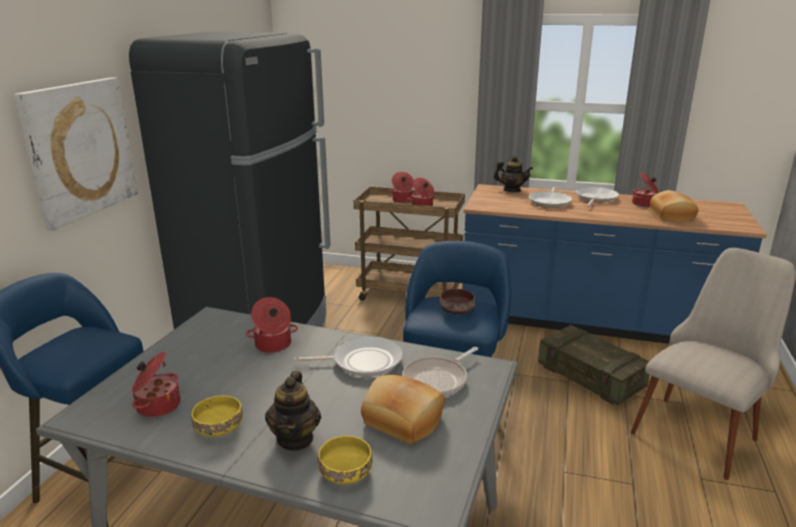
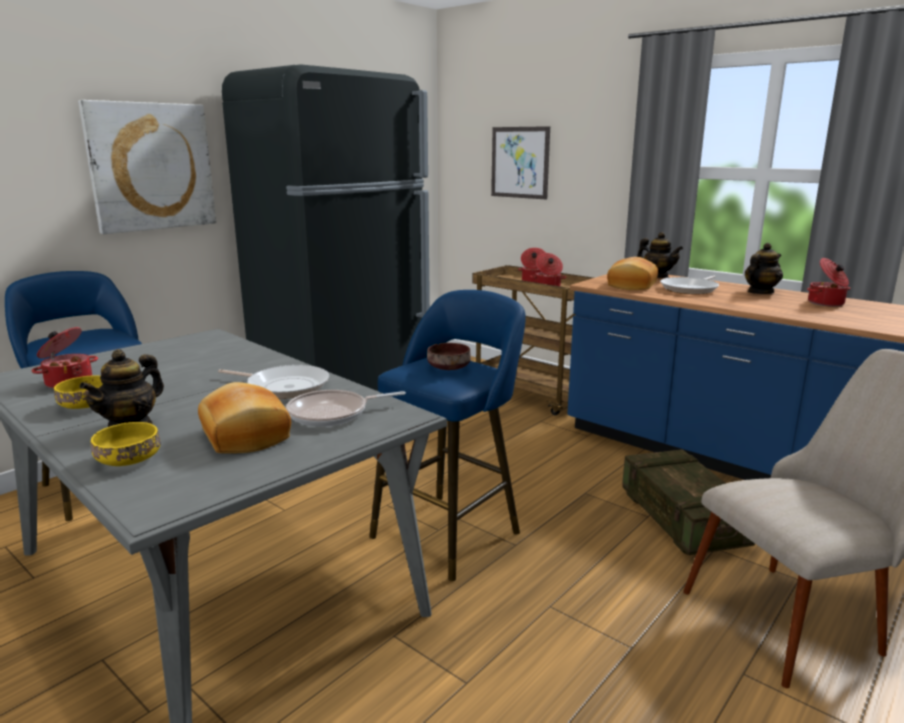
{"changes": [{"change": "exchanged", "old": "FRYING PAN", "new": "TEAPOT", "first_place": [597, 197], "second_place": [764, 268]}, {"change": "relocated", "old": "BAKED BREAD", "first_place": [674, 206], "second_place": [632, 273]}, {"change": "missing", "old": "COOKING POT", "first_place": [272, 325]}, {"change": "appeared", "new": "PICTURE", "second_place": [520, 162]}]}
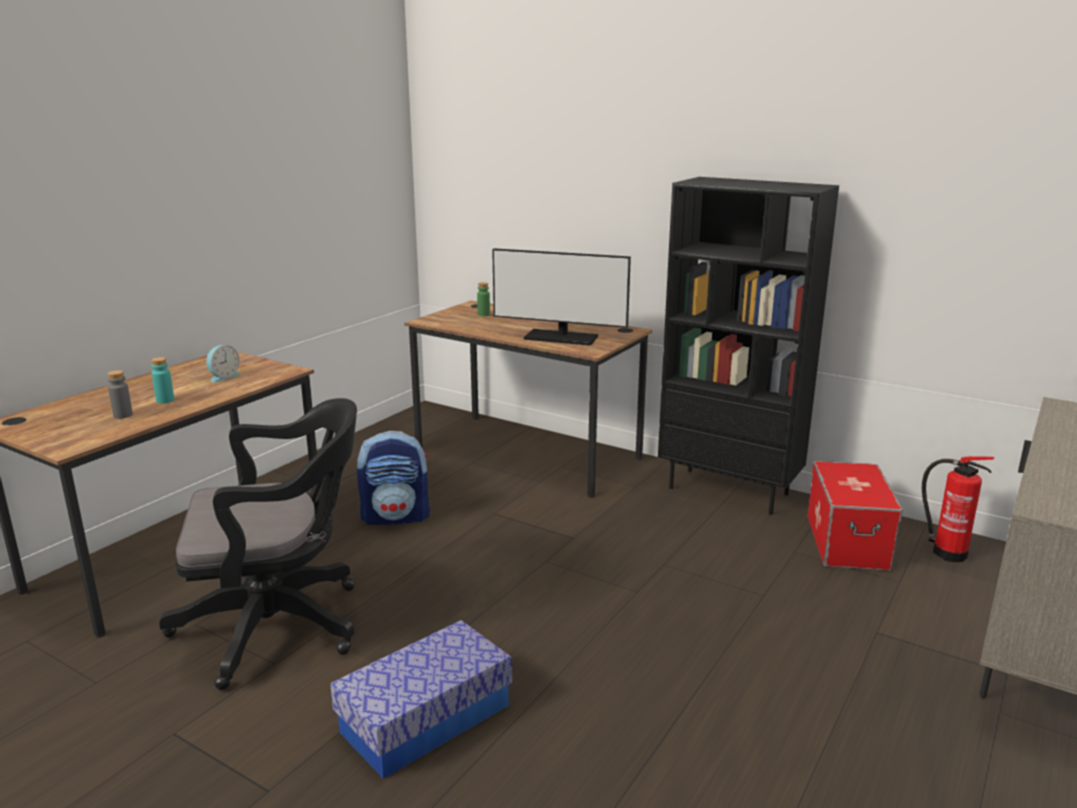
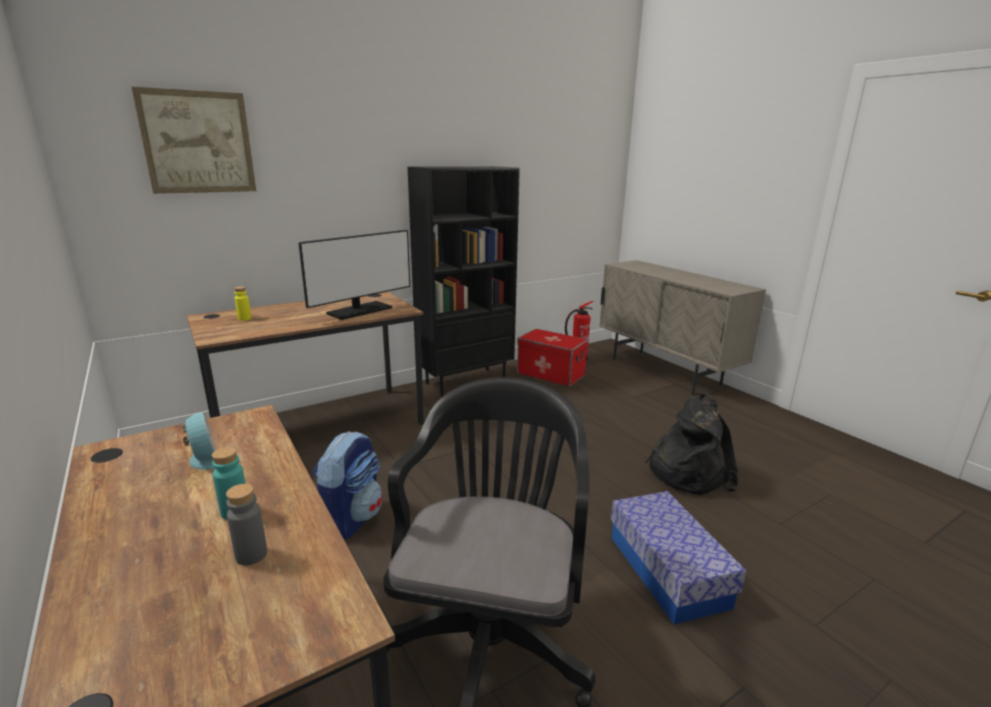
{"changes": [{"change": "colour", "old": "GREEN-COLOURED BEVERAGE BOTTLE", "new": "YELLOW BEVERAGE BOTTLE", "first_place": [483, 299], "second_place": [242, 303]}, {"change": "appeared", "new": "PICTURE", "second_place": [194, 140]}, {"change": "appeared", "new": "BLACK-COLOURED KNAPSACK", "second_place": [691, 444]}]}
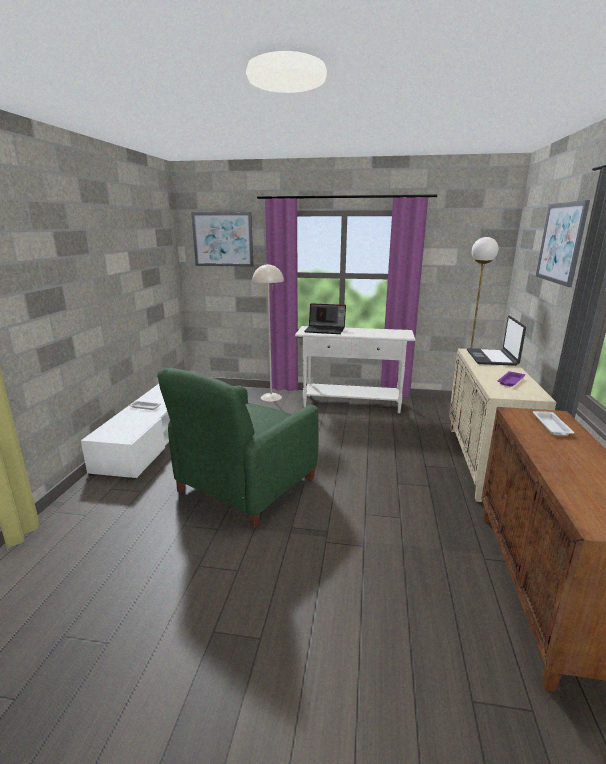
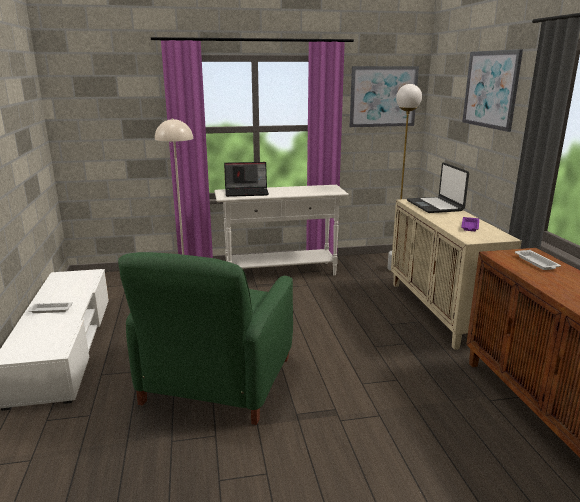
{"changes": [{"change": "relocated", "old": "PICTURE", "first_place": [222, 239], "second_place": [384, 96]}]}
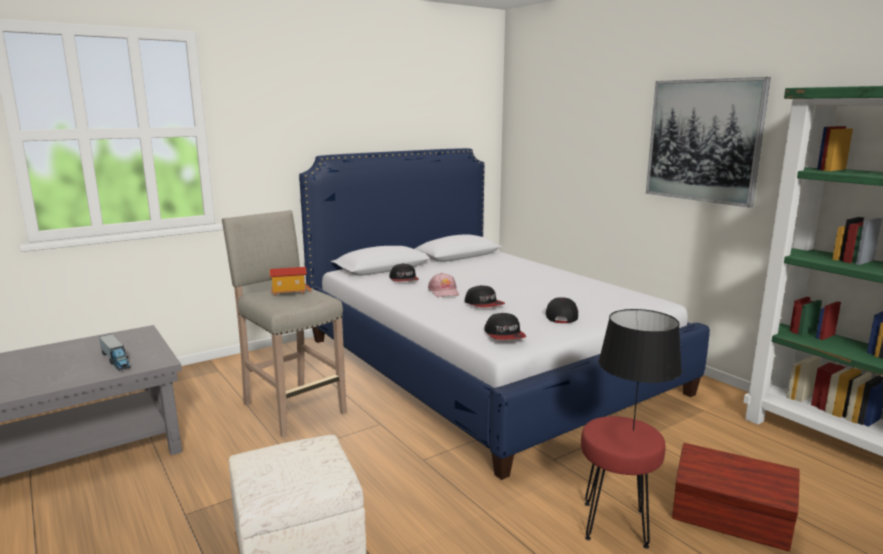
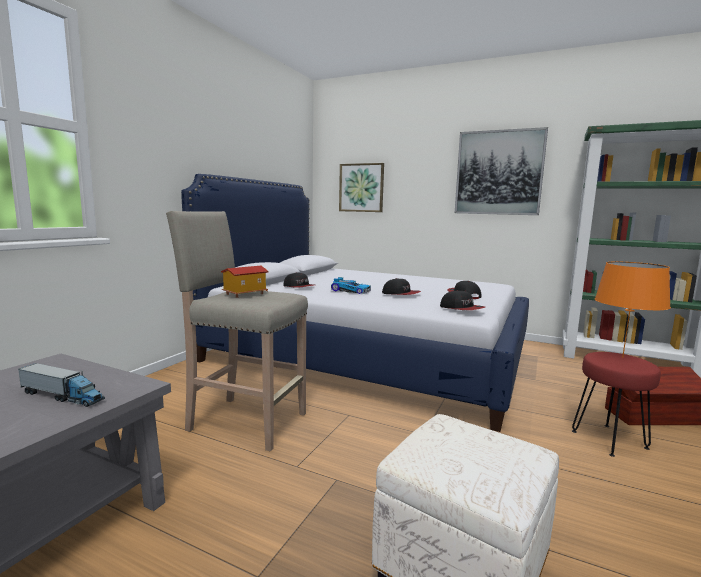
{"changes": [{"change": "exchanged", "old": "PINK-COLOURED BASEBALL CAP", "new": "MINIATURE CAR", "first_place": [443, 285], "second_place": [351, 285]}, {"change": "colour", "old": "BLACK-COLOURED TABLETOP LAMP", "new": "ORANGEY TABLETOP LAMP", "first_place": [640, 370], "second_place": [633, 309]}, {"change": "appeared", "new": "PICTURE", "second_place": [361, 187]}]}
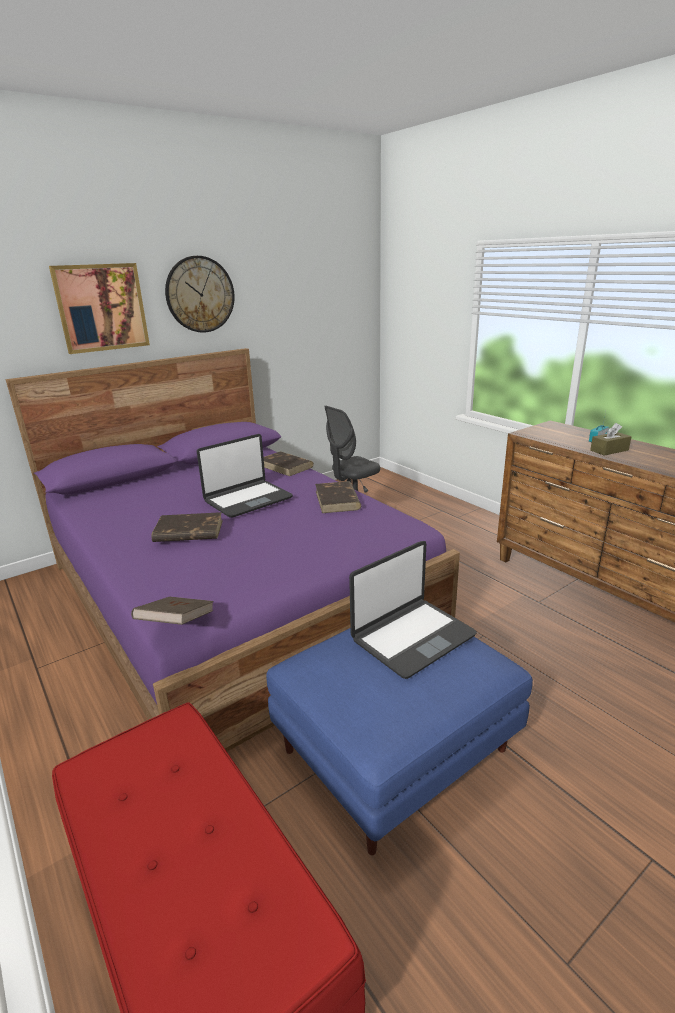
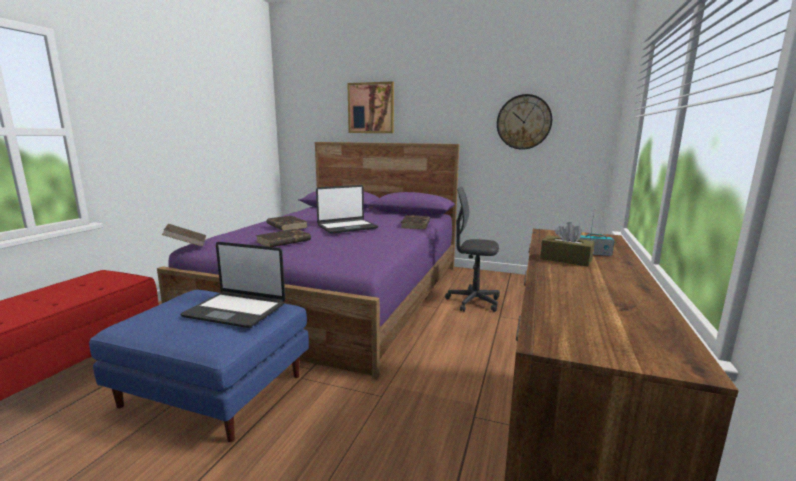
{"changes": [{"change": "relocated", "old": "CLOCK ON THE WALL", "first_place": [199, 294], "second_place": [524, 122]}, {"change": "spun", "old": "NOTEBOOK COMPUTER", "first_place": [245, 476], "second_place": [347, 209], "degrees": -45}, {"change": "relocated", "old": "BROWN-COLOURED BOUND BOOK", "first_place": [338, 497], "second_place": [283, 238]}]}
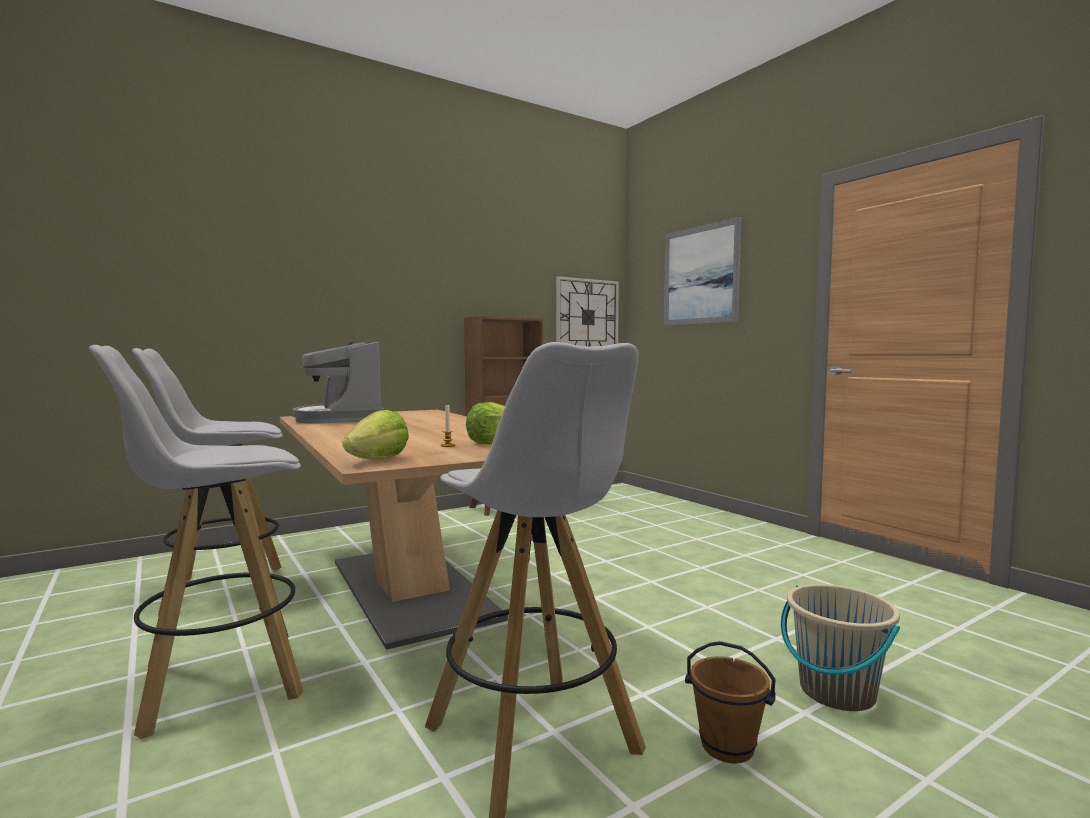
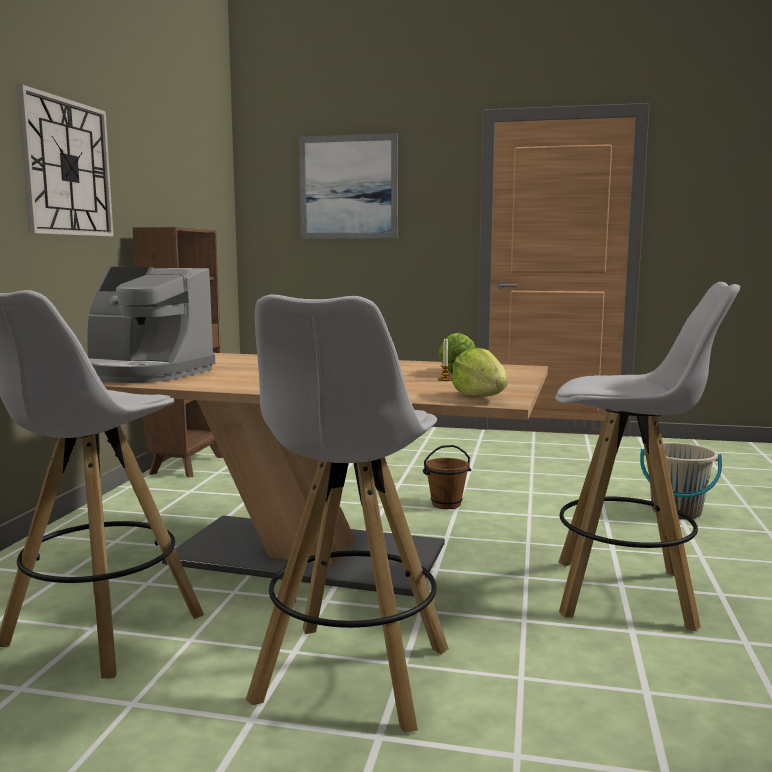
{"changes": [{"change": "relocated", "old": "CLOCK ON THE WALL", "first_place": [587, 311], "second_place": [65, 160]}, {"change": "relocated", "old": "BROWN-COLOURED WATER BUCKET", "first_place": [730, 702], "second_place": [447, 477]}]}
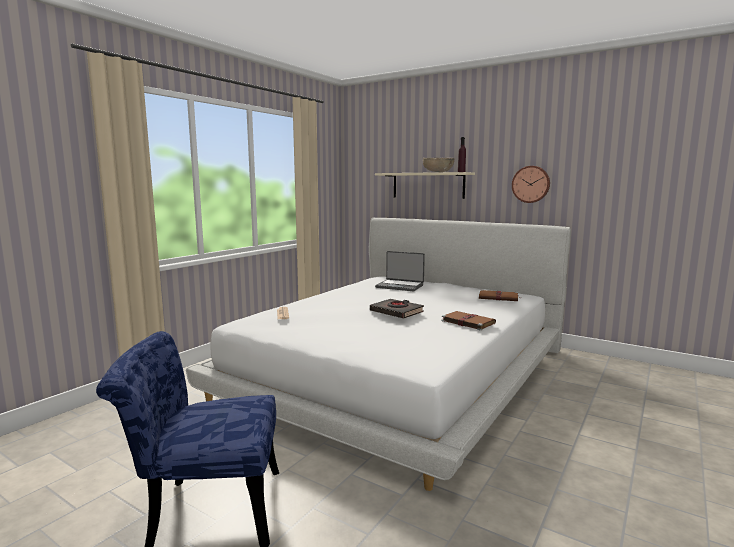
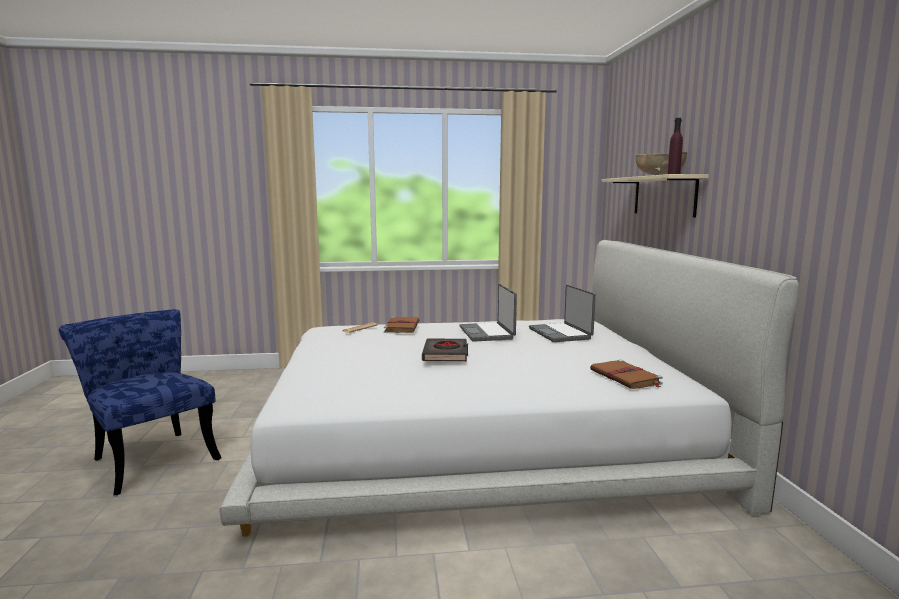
{"changes": [{"change": "missing", "old": "CLOCK ON THE WALL", "first_place": [531, 184]}, {"change": "relocated", "old": "BROWN-COLOURED BOUND BOOK", "first_place": [469, 320], "second_place": [401, 325]}, {"change": "appeared", "new": "NOTEBOOK COMPUTER", "second_place": [488, 313]}]}
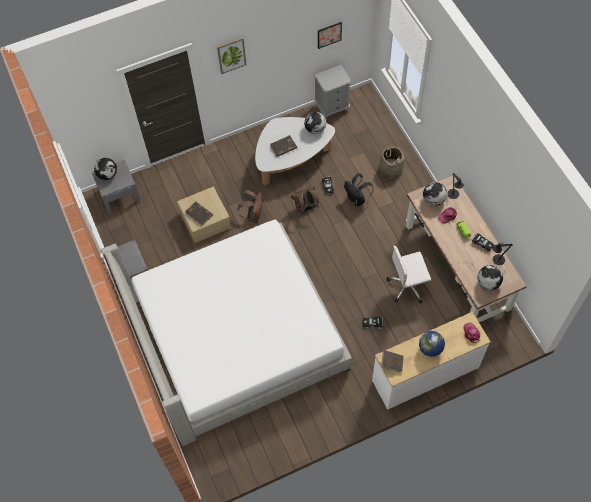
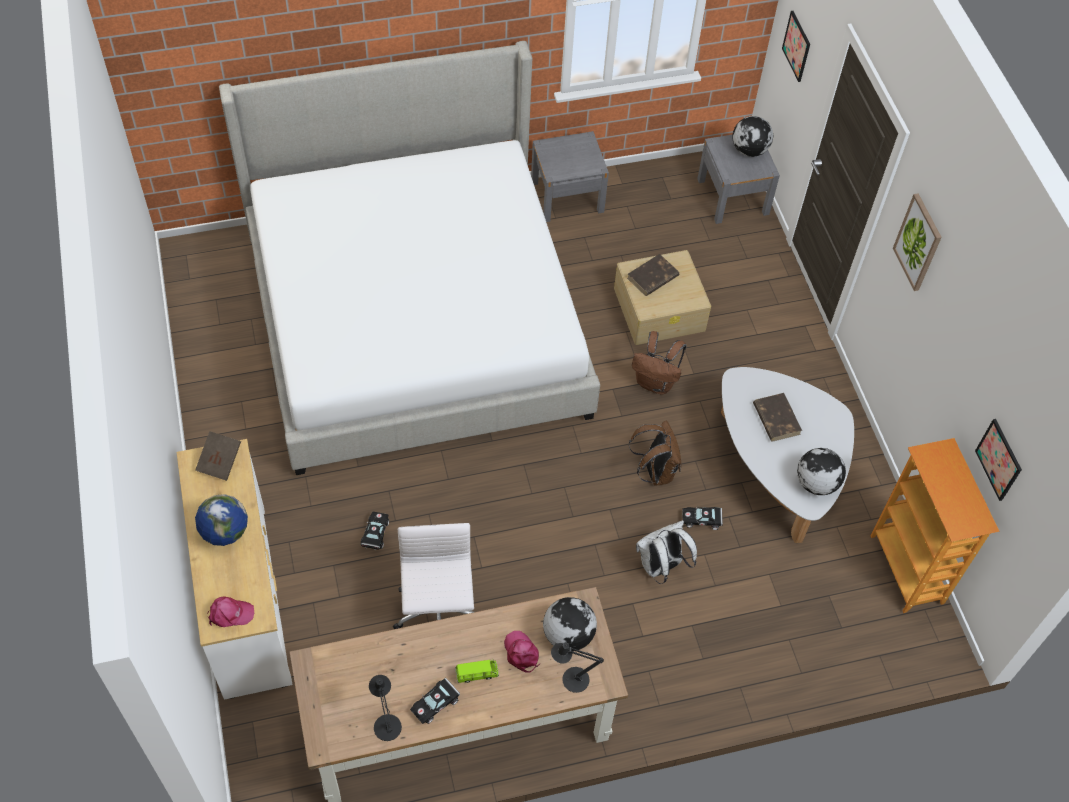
{"changes": [{"change": "exchanged", "old": "GREYISH BEDSIDE TABLE", "new": "BOOKSHELF", "first_place": [332, 92], "second_place": [935, 525]}, {"change": "missing", "old": "HOUSEHOLD BASKET", "first_place": [392, 161]}, {"change": "colour", "old": "BLACK-COLOURED KNAPSACK", "new": "WHITE KNAPSACK", "first_place": [359, 189], "second_place": [666, 552]}, {"change": "missing", "old": "DESK GLOBE", "first_place": [490, 277]}, {"change": "appeared", "new": "PICTURE", "second_place": [796, 46]}]}
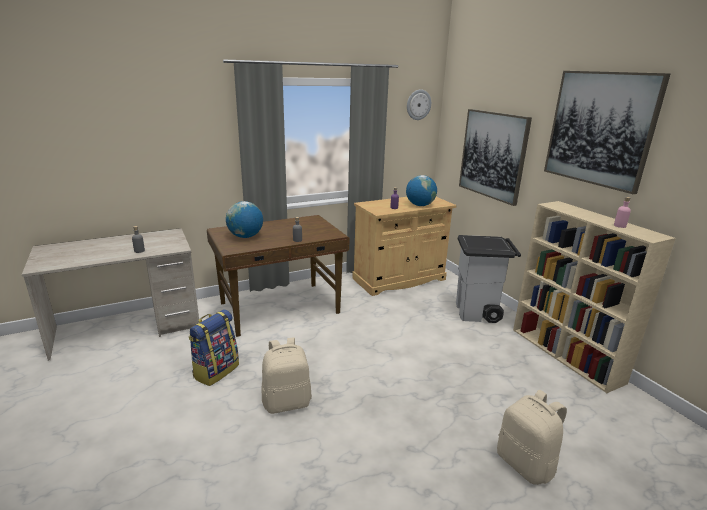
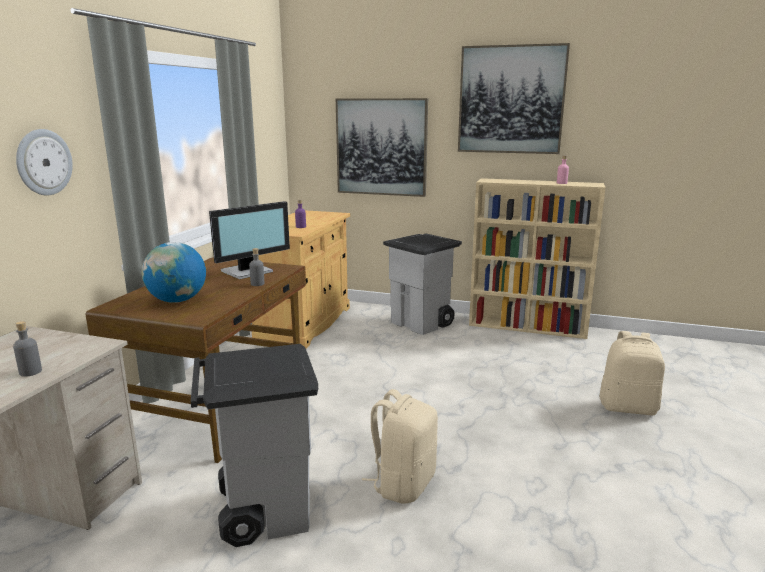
{"changes": [{"change": "relocated", "old": "CLOCK ON THE WALL", "first_place": [419, 104], "second_place": [44, 162]}, {"change": "missing", "old": "DESK GLOBE", "first_place": [421, 190]}, {"change": "exchanged", "old": "KNAPSACK", "new": "GREYISH WASTE BIN", "first_place": [214, 348], "second_place": [254, 445]}, {"change": "appeared", "new": "COMPUTER SCREEN", "second_place": [249, 240]}]}
